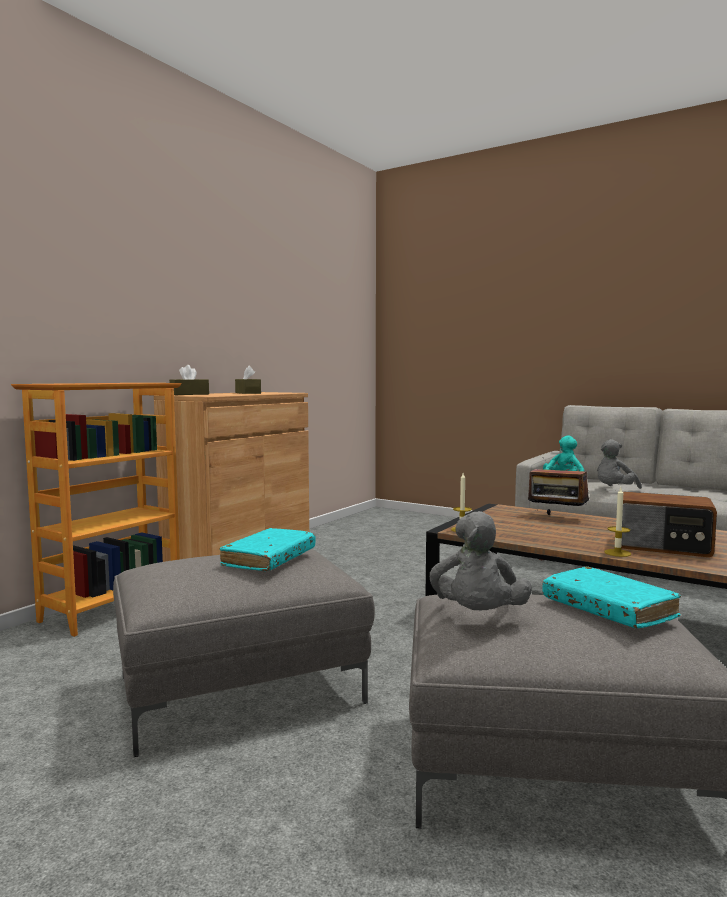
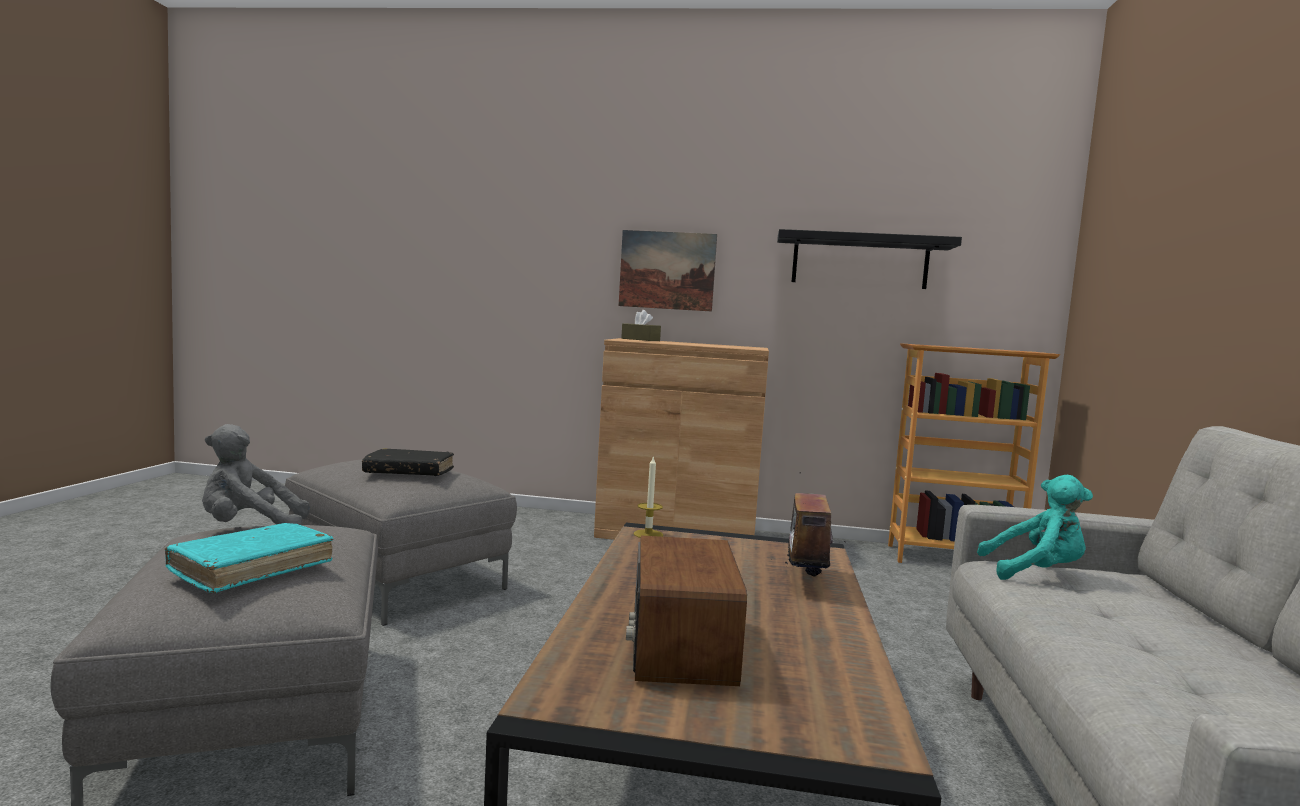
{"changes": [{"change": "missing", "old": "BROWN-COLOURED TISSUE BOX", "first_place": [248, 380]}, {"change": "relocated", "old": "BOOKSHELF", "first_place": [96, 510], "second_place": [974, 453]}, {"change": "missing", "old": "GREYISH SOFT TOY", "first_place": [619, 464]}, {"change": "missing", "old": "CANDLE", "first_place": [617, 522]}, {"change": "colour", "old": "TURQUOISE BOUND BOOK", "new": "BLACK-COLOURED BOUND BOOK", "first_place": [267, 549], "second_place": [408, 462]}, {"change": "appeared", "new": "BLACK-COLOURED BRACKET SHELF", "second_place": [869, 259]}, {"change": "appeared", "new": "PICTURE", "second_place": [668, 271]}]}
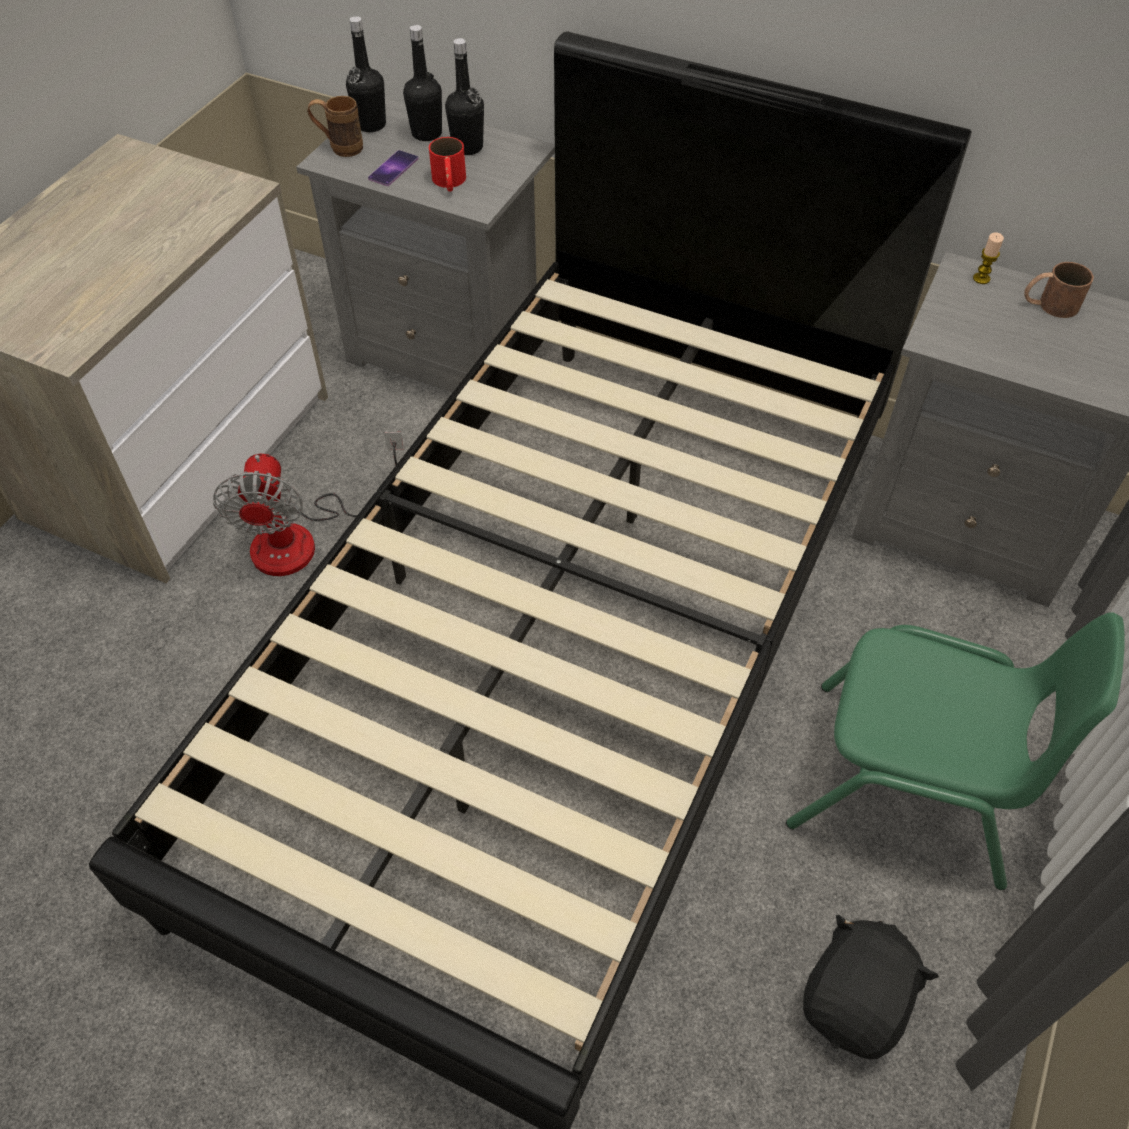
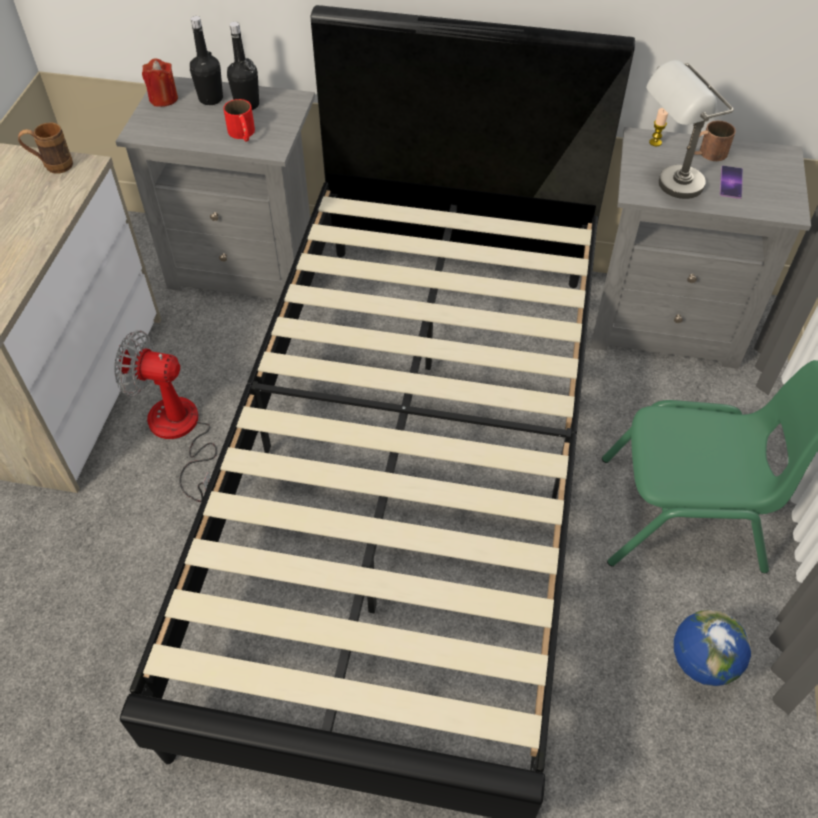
{"changes": [{"change": "exchanged", "old": "BLACK-COLOURED BEVERAGE BOTTLE", "new": "RED-COLOURED CANDLE", "first_place": [366, 74], "second_place": [160, 83]}, {"change": "relocated", "old": "BROWN-COLOURED COFFEE MUG", "first_place": [335, 126], "second_place": [45, 148]}, {"change": "relocated", "old": "TELEPHONE", "first_place": [393, 168], "second_place": [731, 182]}, {"change": "spun", "old": "FAN", "first_place": [308, 504], "second_place": [165, 416], "degrees": 120}, {"change": "exchanged", "old": "BLACK-COLOURED SOFT TOY", "new": "DESK GLOBE", "first_place": [871, 987], "second_place": [712, 648]}, {"change": "appeared", "new": "GREYISH TABLETOP LAMP", "second_place": [690, 129]}]}
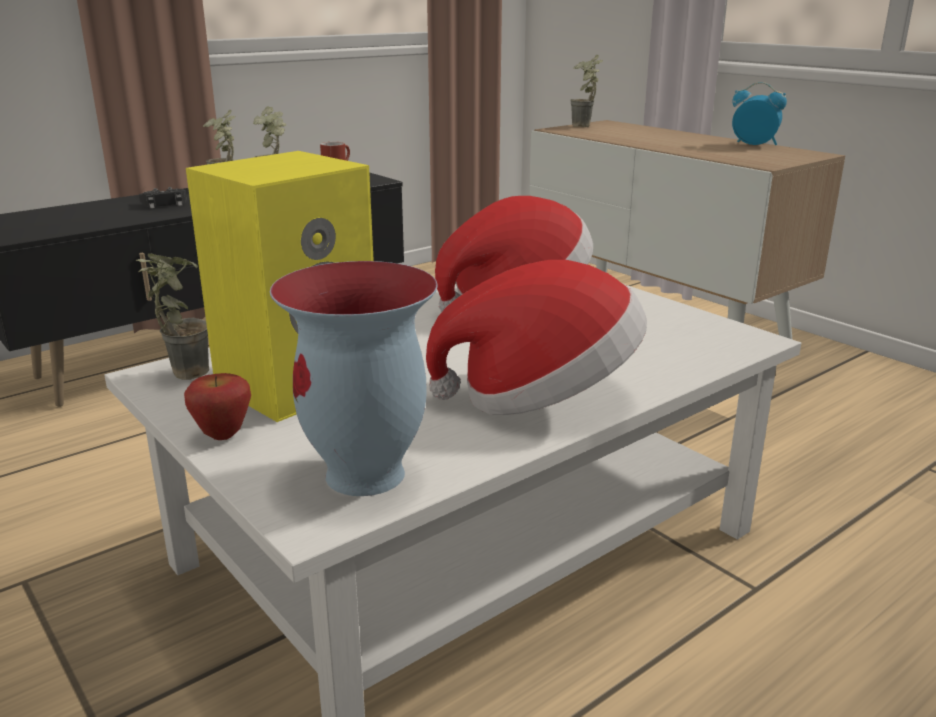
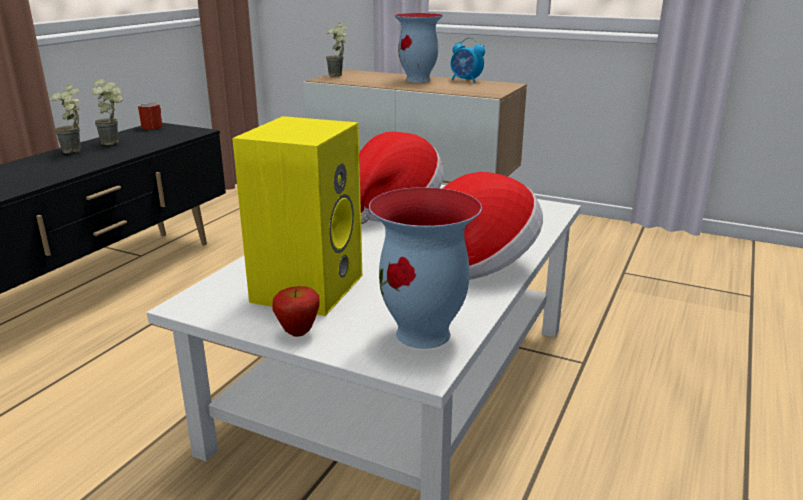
{"changes": [{"change": "spun", "old": "ALARM CLOCK", "first_place": [759, 113], "second_place": [468, 60], "degrees": -150}, {"change": "missing", "old": "BLACK-COLOURED GAMEPAD", "first_place": [163, 198]}, {"change": "missing", "old": "POTTED PLANT", "first_place": [172, 316]}, {"change": "appeared", "new": "VASE", "second_place": [418, 48]}]}
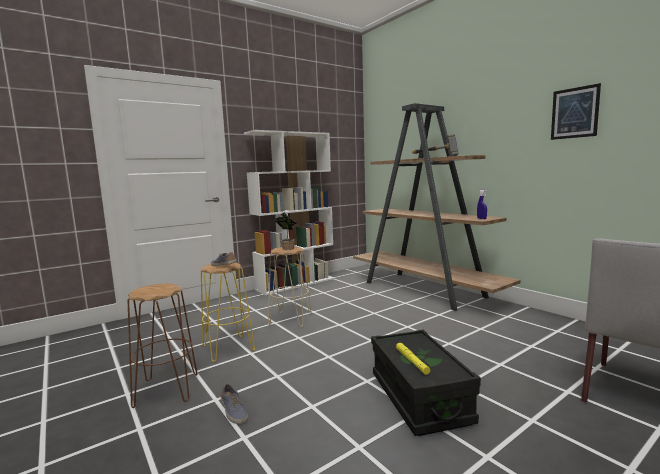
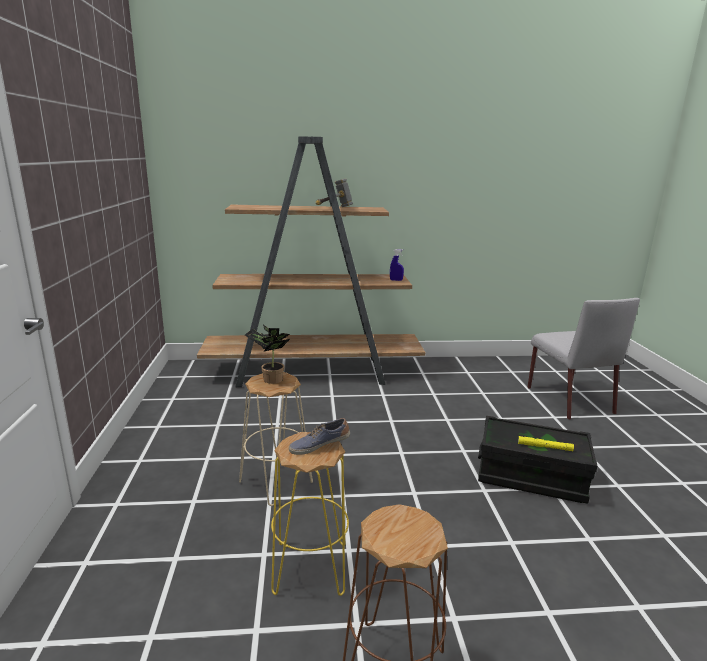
{"changes": [{"change": "missing", "old": "PICTURE", "first_place": [576, 111]}, {"change": "missing", "old": "WHITE BOOKSHELF", "first_place": [289, 212]}, {"change": "missing", "old": "LOW SHOE", "first_place": [234, 404]}]}
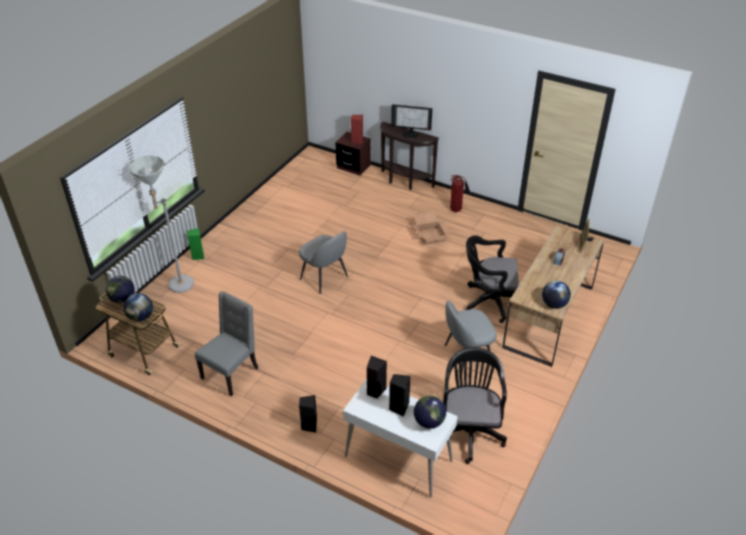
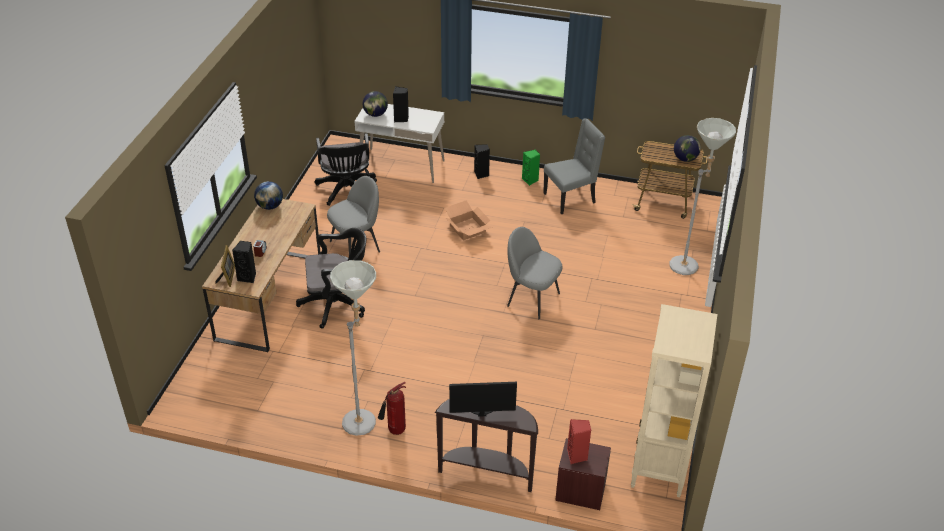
{"changes": [{"change": "relocated", "old": "PACKING BOX", "first_place": [431, 228], "second_place": [468, 220]}, {"change": "relocated", "old": "GREEN-COLOURED SPEAKER", "first_place": [195, 244], "second_place": [531, 168]}, {"change": "spun", "old": "GREYISH PLAIN CHAIR", "first_place": [226, 343], "second_place": [574, 166], "degrees": -135}, {"change": "missing", "old": "DESK GLOBE", "first_place": [138, 307]}, {"change": "relocated", "old": "BLACK-COLOURED SPEAKER", "first_place": [377, 377], "second_place": [244, 262]}, {"change": "appeared", "new": "GREYISH STANDING LAMP", "second_place": [353, 348]}, {"change": "appeared", "new": "SAND-COLOURED BOOKSHELF", "second_place": [674, 401]}]}
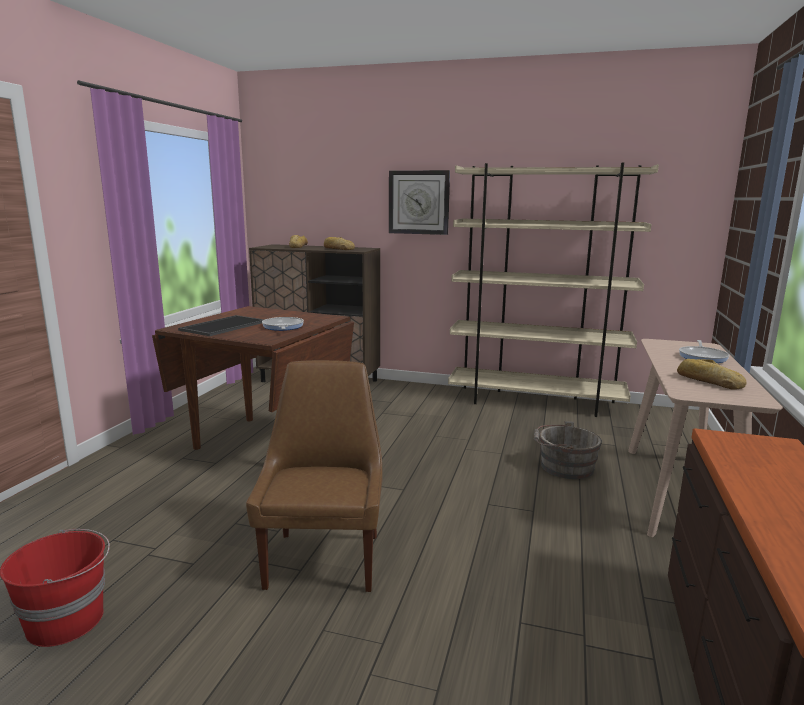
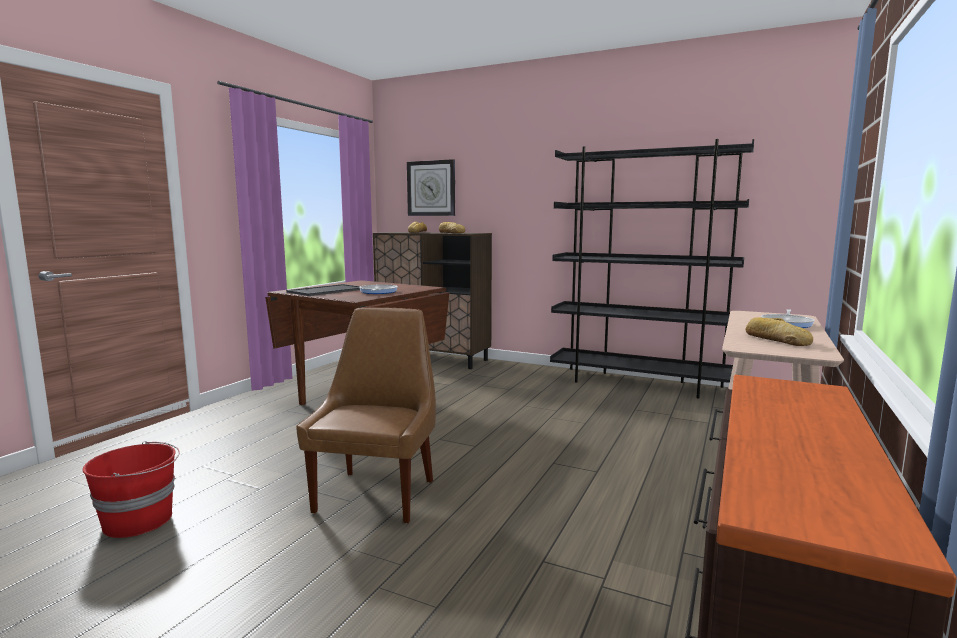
{"changes": [{"change": "colour", "old": "SAND-COLOURED BOOKSHELF", "new": "BLACK-COLOURED BOOKSHELF", "first_place": [553, 289], "second_place": [652, 268]}, {"change": "relocated", "old": "CLOCK ON THE WALL", "first_place": [419, 202], "second_place": [431, 187]}, {"change": "missing", "old": "GREYISH WATER BUCKET", "first_place": [568, 450]}]}
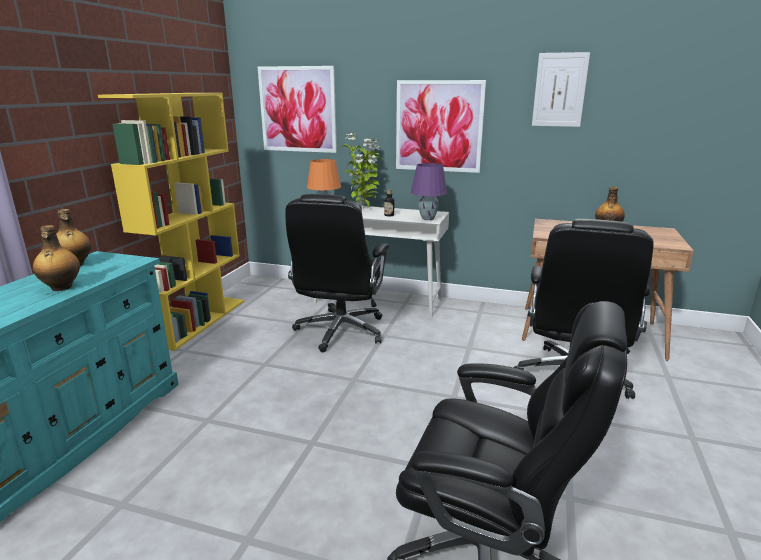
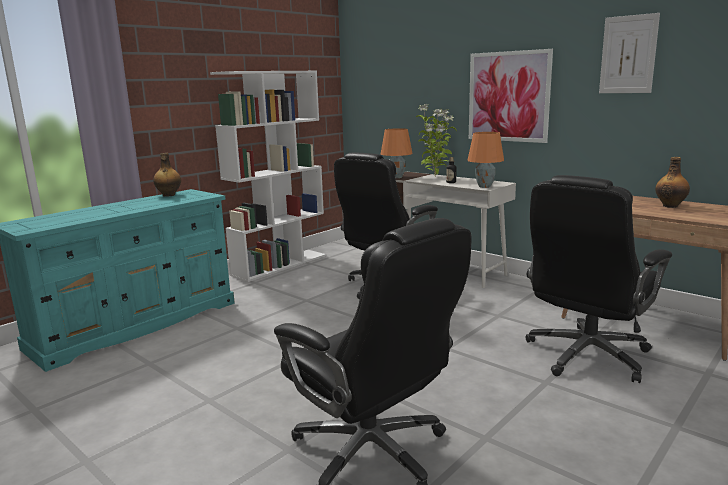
{"changes": [{"change": "missing", "old": "PICTURE", "first_place": [297, 109]}, {"change": "colour", "old": "YELLOW BOOKSHELF", "new": "WHITE BOOKSHELF", "first_place": [171, 222], "second_place": [268, 176]}, {"change": "colour", "old": "PURPLE-COLOURED TABLETOP LAMP", "new": "ORANGEY TABLETOP LAMP", "first_place": [429, 191], "second_place": [485, 160]}, {"change": "missing", "old": "BEVERAGE BOTTLE", "first_place": [56, 258]}]}
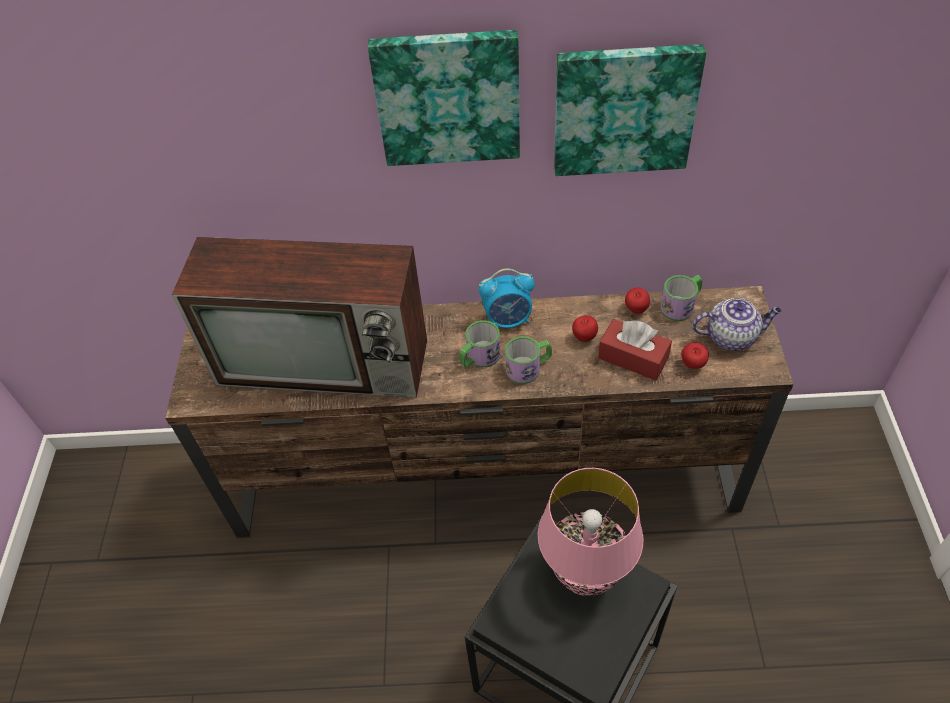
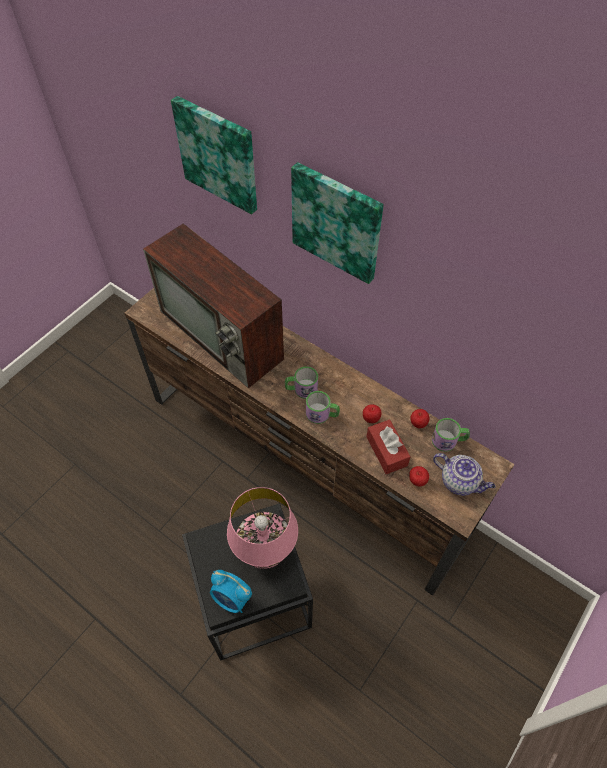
{"changes": [{"change": "relocated", "old": "PICTURE", "first_place": [630, 110], "second_place": [214, 155]}, {"change": "relocated", "old": "ALARM CLOCK", "first_place": [506, 298], "second_place": [231, 591]}]}
